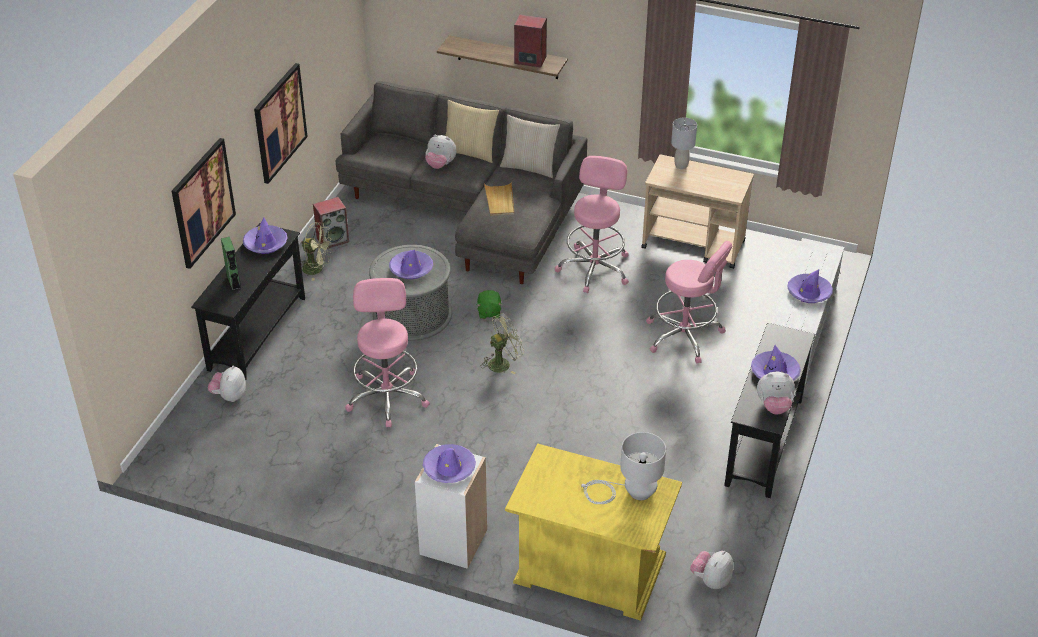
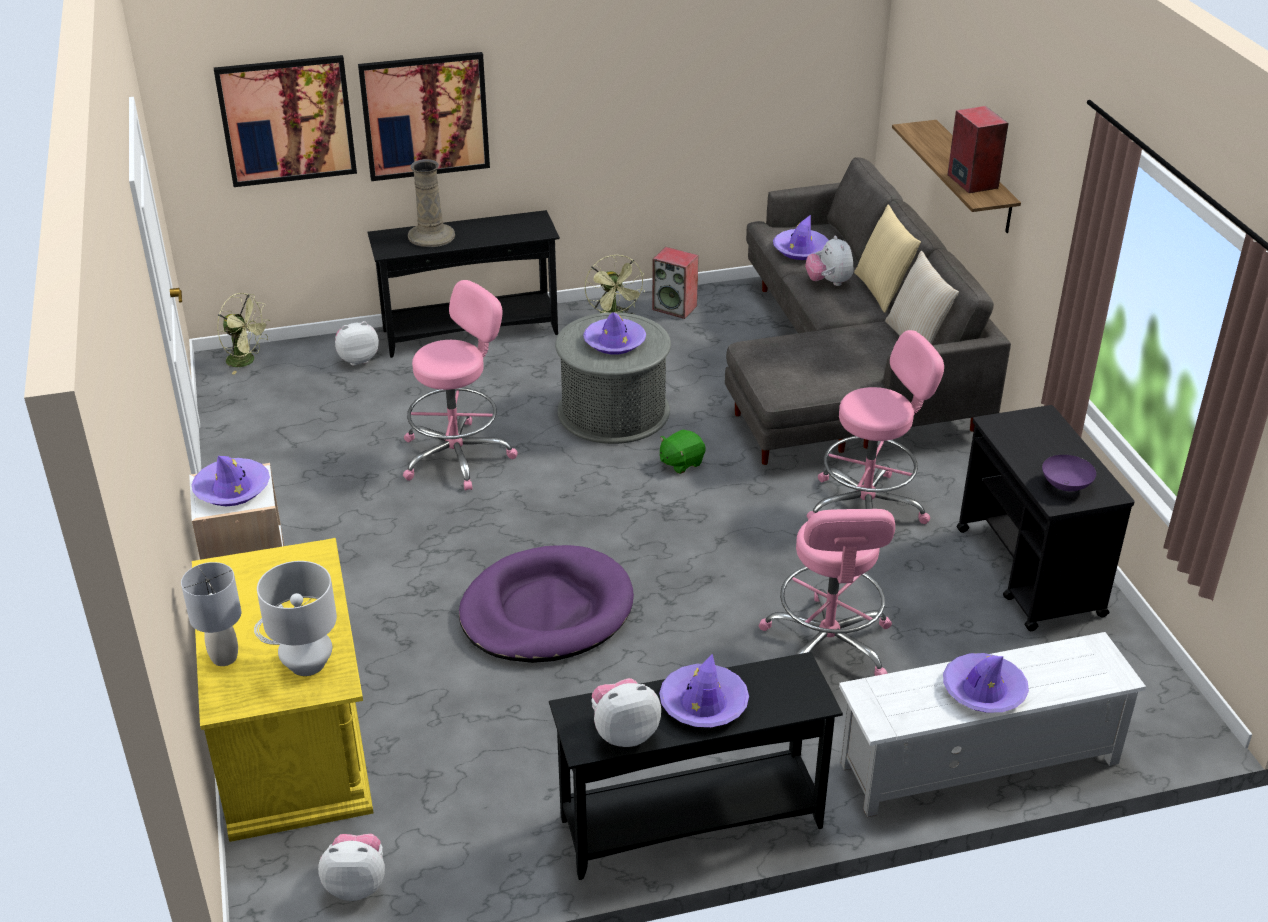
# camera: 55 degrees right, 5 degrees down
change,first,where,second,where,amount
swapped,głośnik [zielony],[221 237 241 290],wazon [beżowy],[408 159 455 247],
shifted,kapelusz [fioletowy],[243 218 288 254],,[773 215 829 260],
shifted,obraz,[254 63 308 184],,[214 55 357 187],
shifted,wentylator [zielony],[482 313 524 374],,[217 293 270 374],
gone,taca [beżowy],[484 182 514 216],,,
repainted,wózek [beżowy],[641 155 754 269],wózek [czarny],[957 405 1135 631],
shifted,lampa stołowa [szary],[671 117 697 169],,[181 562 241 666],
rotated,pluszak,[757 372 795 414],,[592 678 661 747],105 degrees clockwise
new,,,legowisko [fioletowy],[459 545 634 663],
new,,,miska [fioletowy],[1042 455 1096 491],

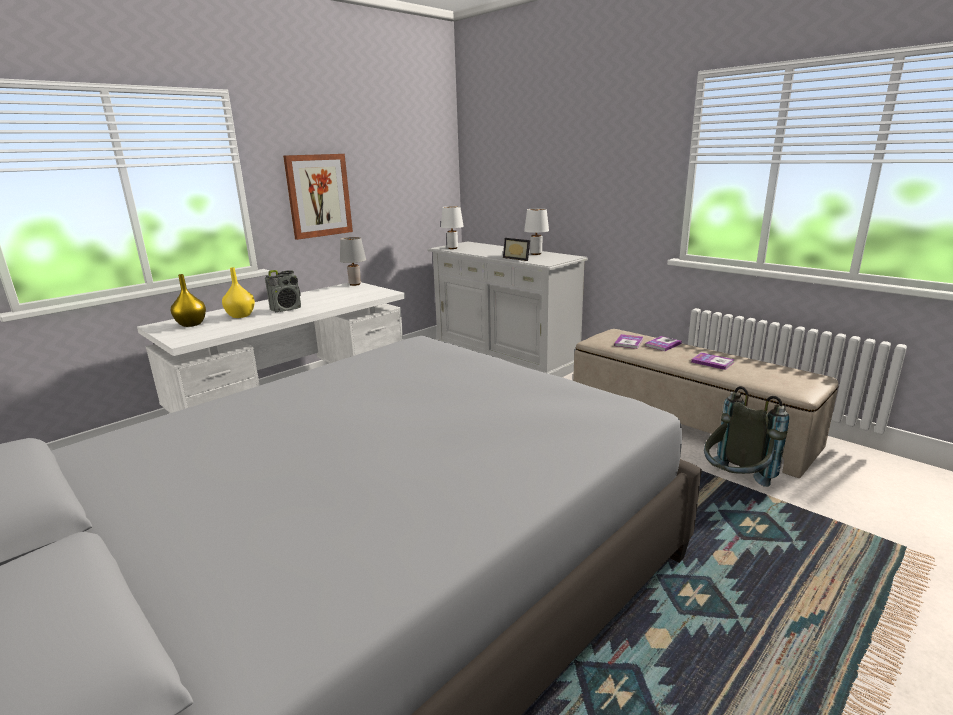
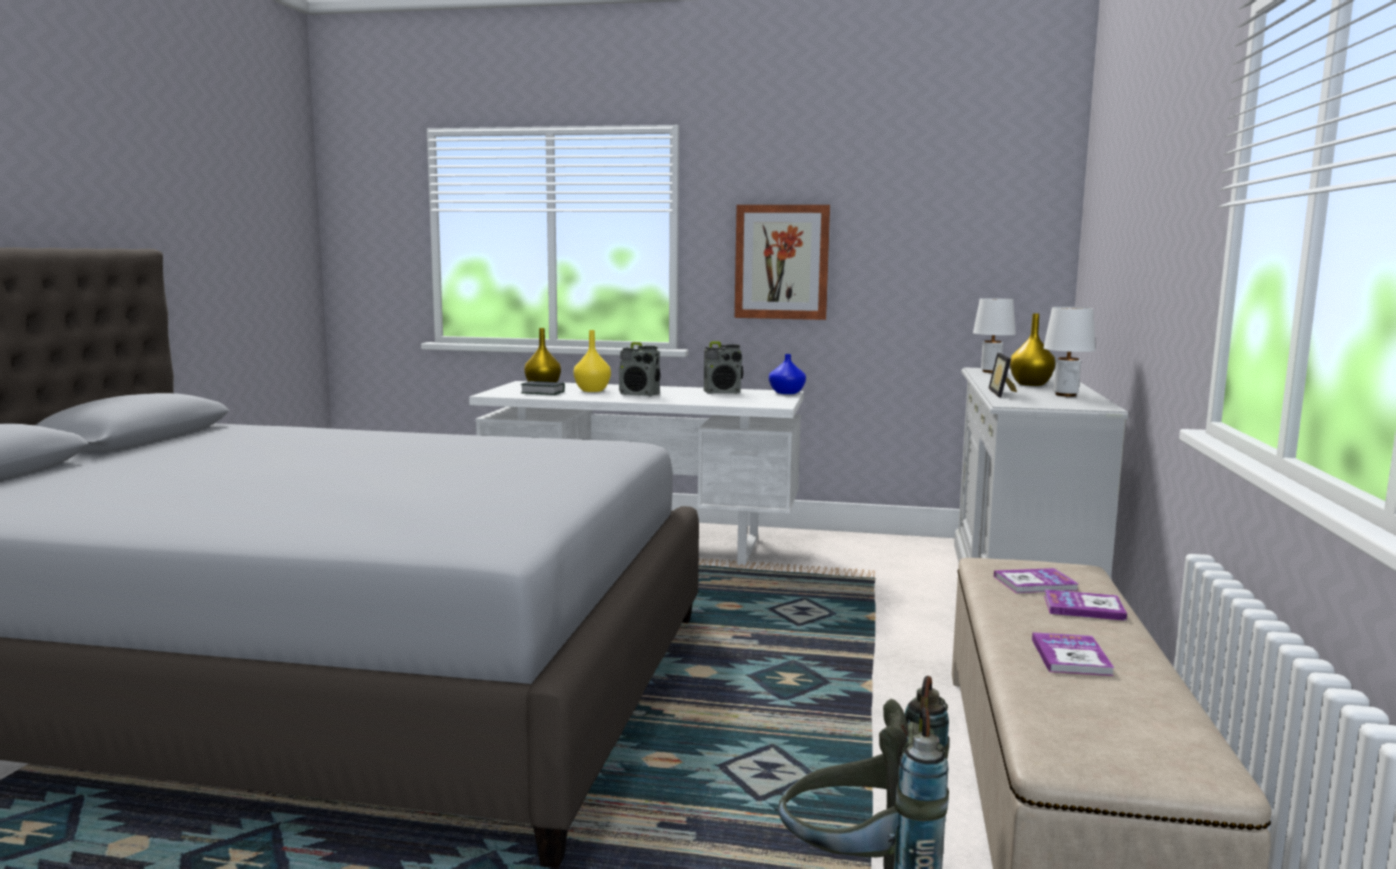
# camera: 55 degrees right, 10 degrees down
change,first,where,second,where,amount
swapped,lampa stołowa [szary],[340 237 366 286],wazon [niebieski],[769 354 806 394],
new,,,książka,[521 381 565 395],
new,,,radio,[704 341 743 394],
new,,,wazon [żółty],[1010 313 1056 386],

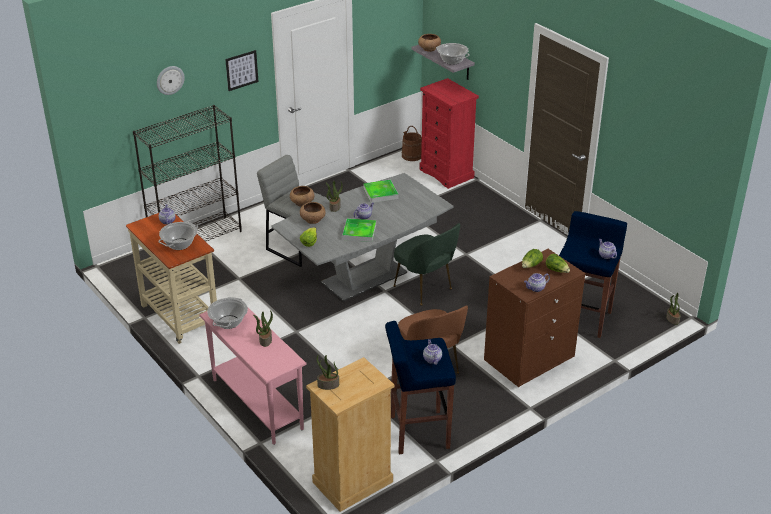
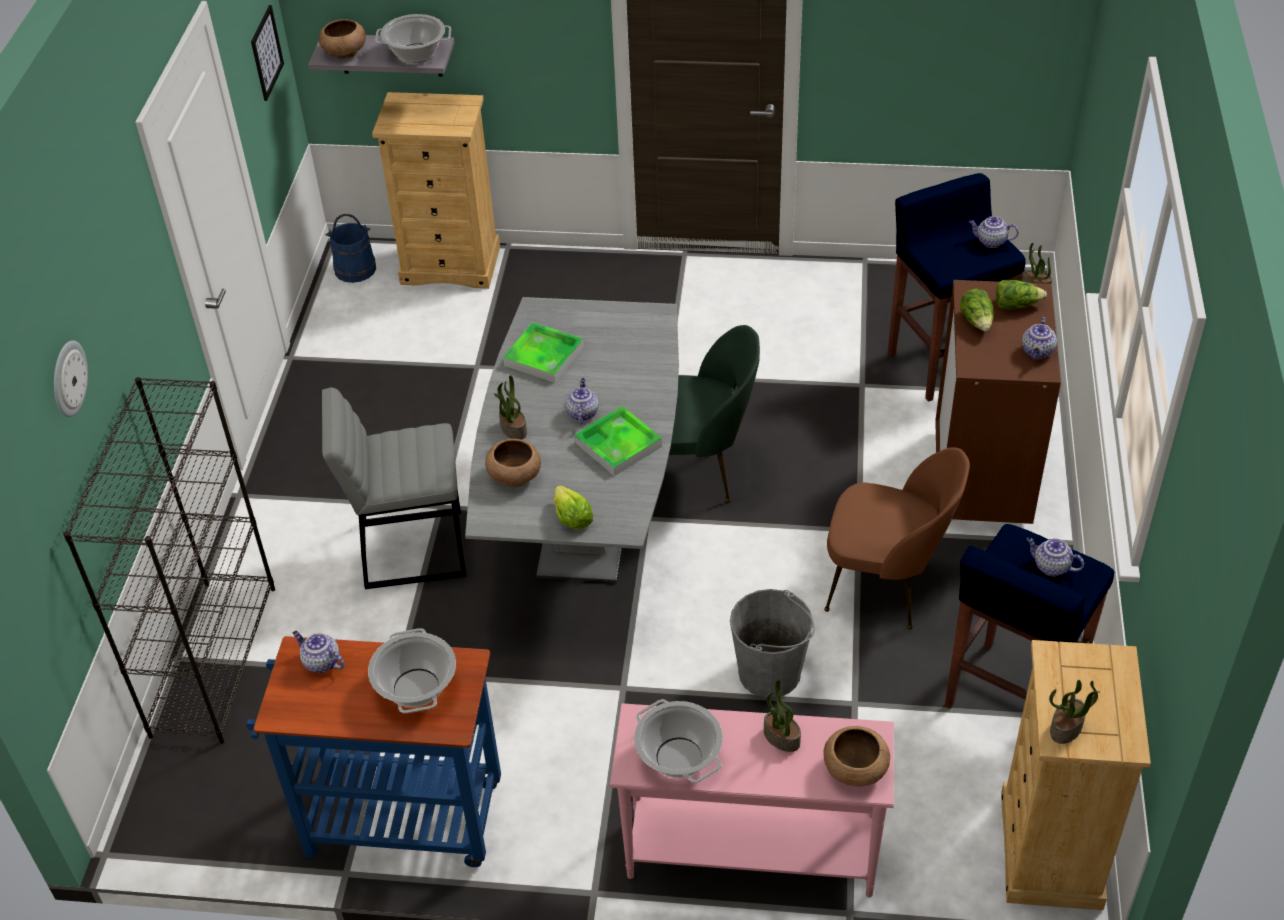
# camera: 45 degrees left, 10 degrees up
change,first,where,second,where,amount
repainted,wózek [beżowy],[126 213 217 344],wózek [niebieski],[246 636 501 867],
shifted,obraz,[225 50 258 91],,[251 5 284 101],
shifted,miska [brązowy],[290 186 315 207],,[824 726 890 787],
repainted,wiadro [brązowy],[402 126 422 161],wiadro [niebieski],[325 214 376 283],
repainted,komoda [czerwony],[419 78 479 189],komoda [beżowy],[372 92 500 289],
new,,,wiadro [szary],[730 589 815 698],

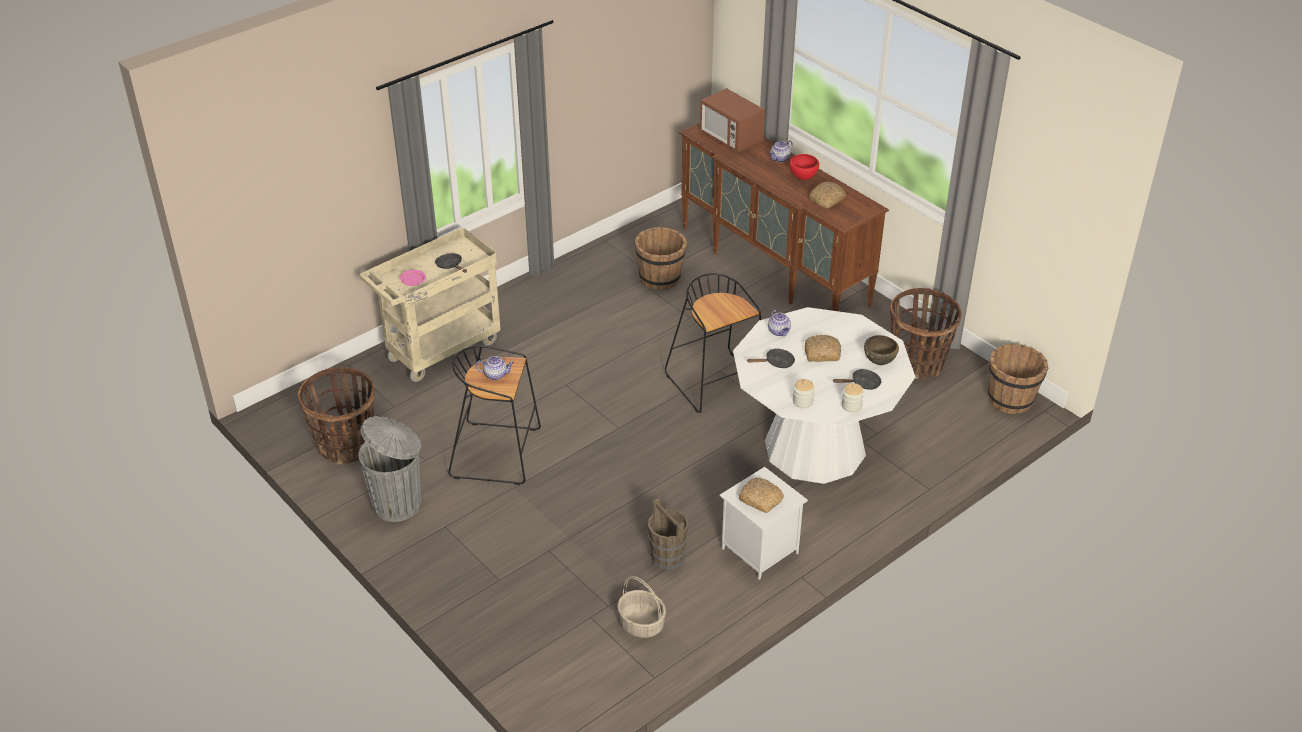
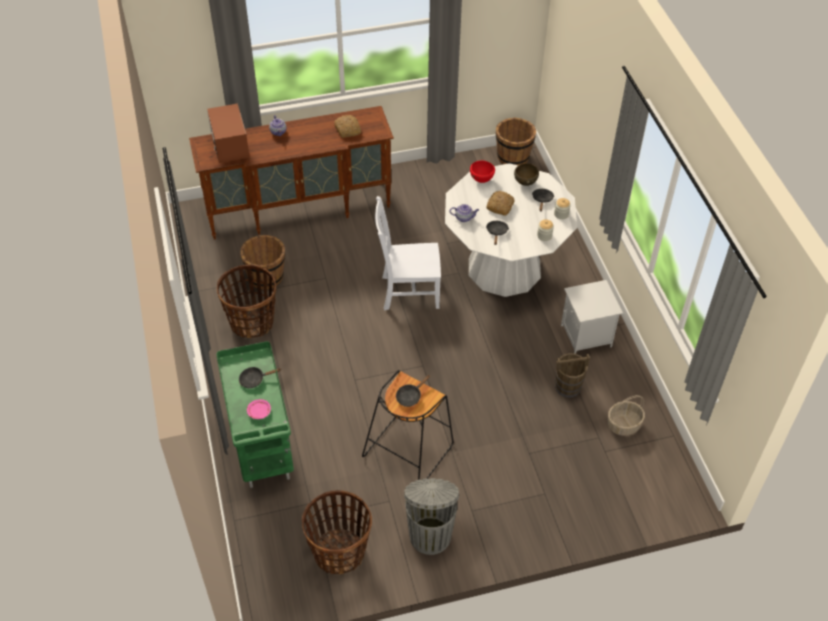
# camera: 65 degrees left, 10 degrees up
change,first,where,second,where,amount
repainted,wózek [beżowy],[360 228 501 382],wózek [zielony],[217 341 294 488],
swapped,imbryk,[475 356 514 380],patelnia [czarny],[396 375 430 407],
swapped,stołek [czarny],[665 273 761 413],krzesło [biały],[375 196 441 310],
rotated,mikrofalówka,[700 88 765 153],,[207 104 250 163],90 degrees clockwise
gone,chleb,[738 477 784 513],,,
shifted,miska [czerwony],[790 154 819 180],,[470 161 495 183],
shifted,koszyk,[890 288 962 379],,[217 265 276 338],

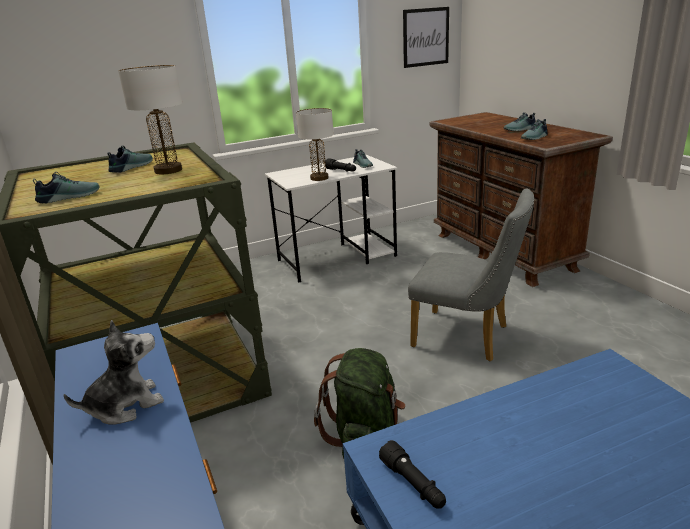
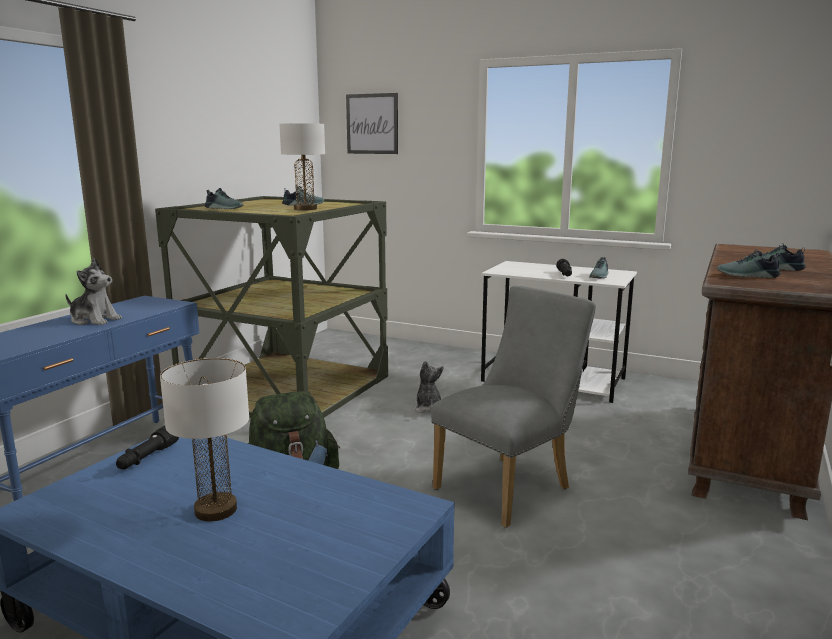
# camera: 50 degrees right, 10 degrees down
change,first,where,second,where,amount
shifted,lampa stołowa,[296 108 333 181],,[160 358 249 521],
shifted,obraz,[403 7 449 68],,[346 93 398 154],
rotated,krzesło [szary],[408 188 534 361],,[431 286 596 528],120 degrees counterclockwise
new,,,pluszak,[413 361 444 413],

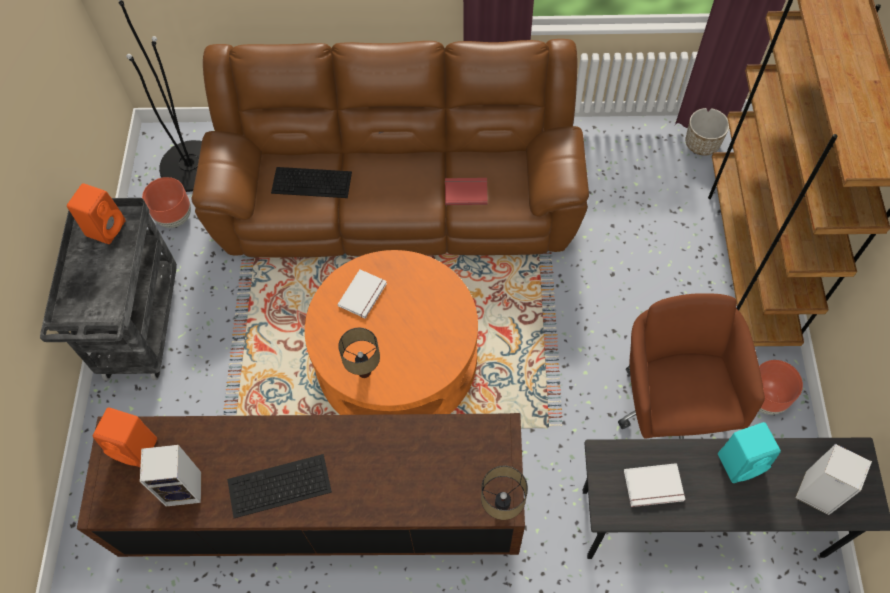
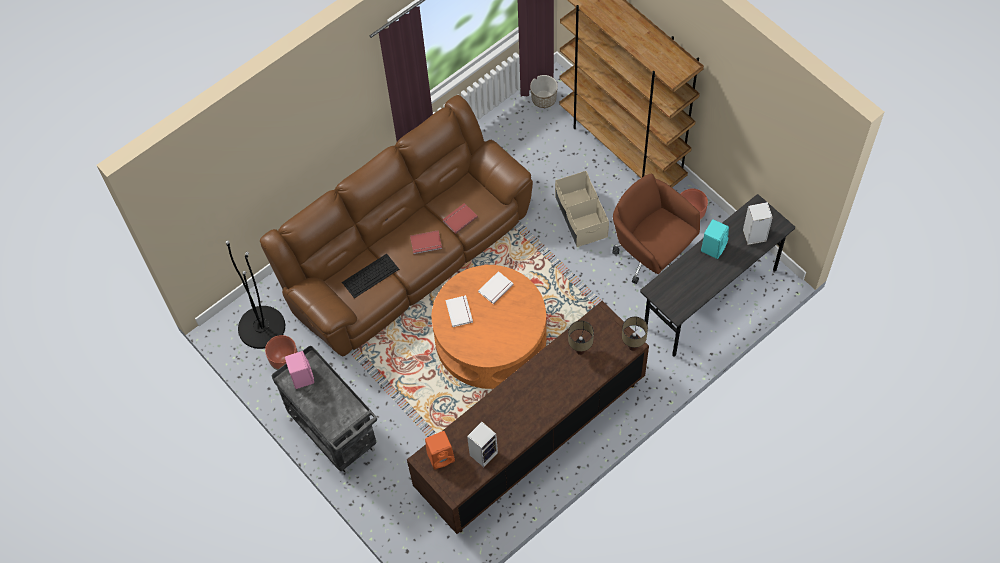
# camera: 40 degrees left, 0 degrees up
change,first,where,second,where,amount
repainted,głośnik [pomarańczowy],[67 183 126 244],głośnik [różowy],[285 351 314 389],
gone,klawiatura,[227 454 332 518],,,
shifted,lampa stołowa,[338 328 380 378],,[568 321 594 355],
shifted,książka [biały],[624 463 685 507],,[478 271 514 304],
new,,,książka [czerwony],[410 230 442 254],
new,,,pojemnik do przechowywania [beżowy],[555 171 609 247],

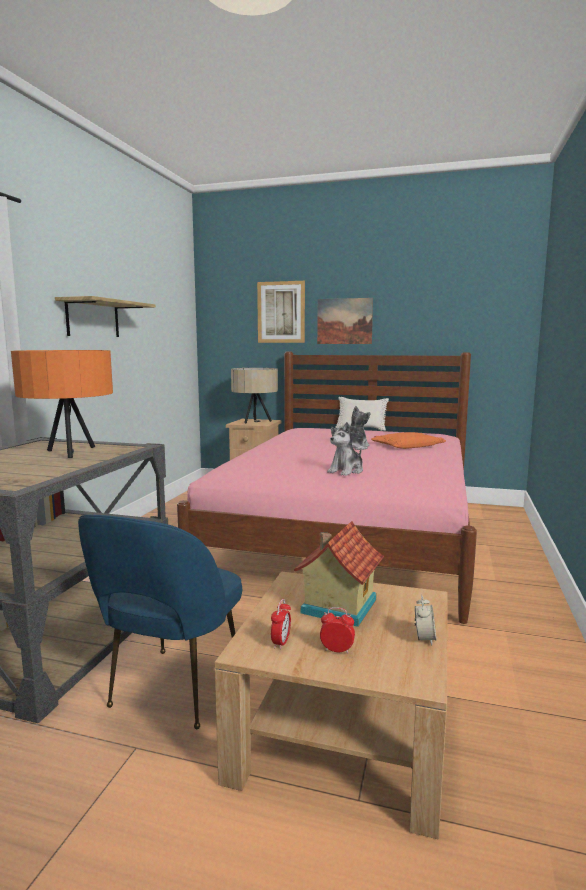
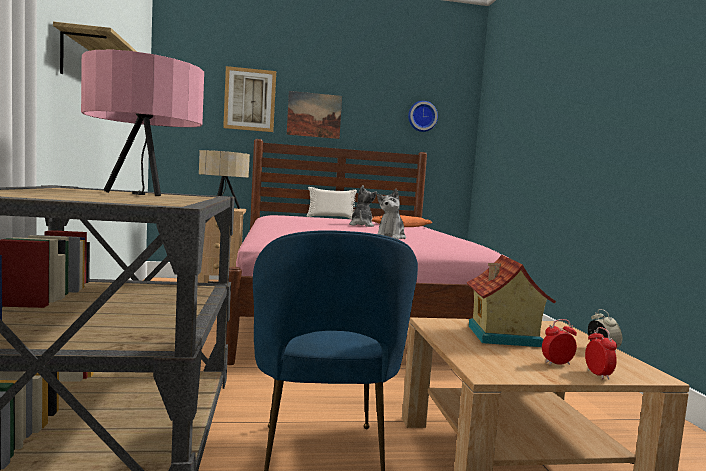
# camera: 25 degrees left, 5 degrees down
change,first,where,second,where,amount
repainted,lampa stołowa [pomarańczowy],[11 350 113 458],lampa stołowa [różowy],[81 50 204 196],
shifted,budzik,[271 599 291 649],,[585 327 617 379],
new,,,zegar ścienny,[408 101 438 132],

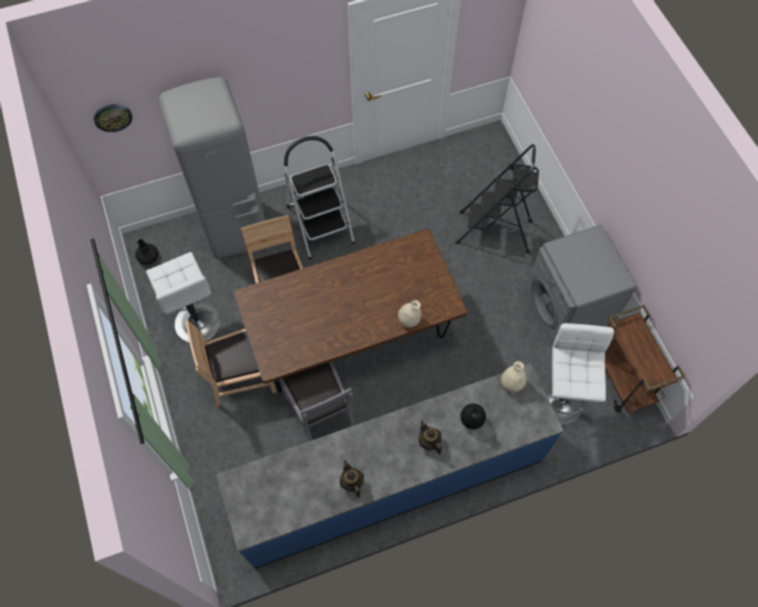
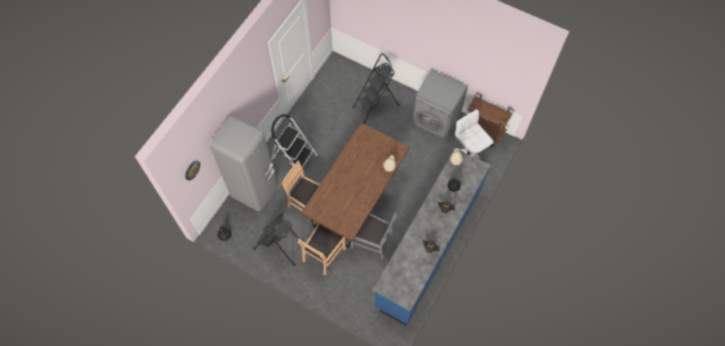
# camera: 40 degrees left, 0 degrees up
change,first,where,second,where,amount
swapped,stołek [biały],[146 252 220 342],drabinka,[253 211 300 266],

